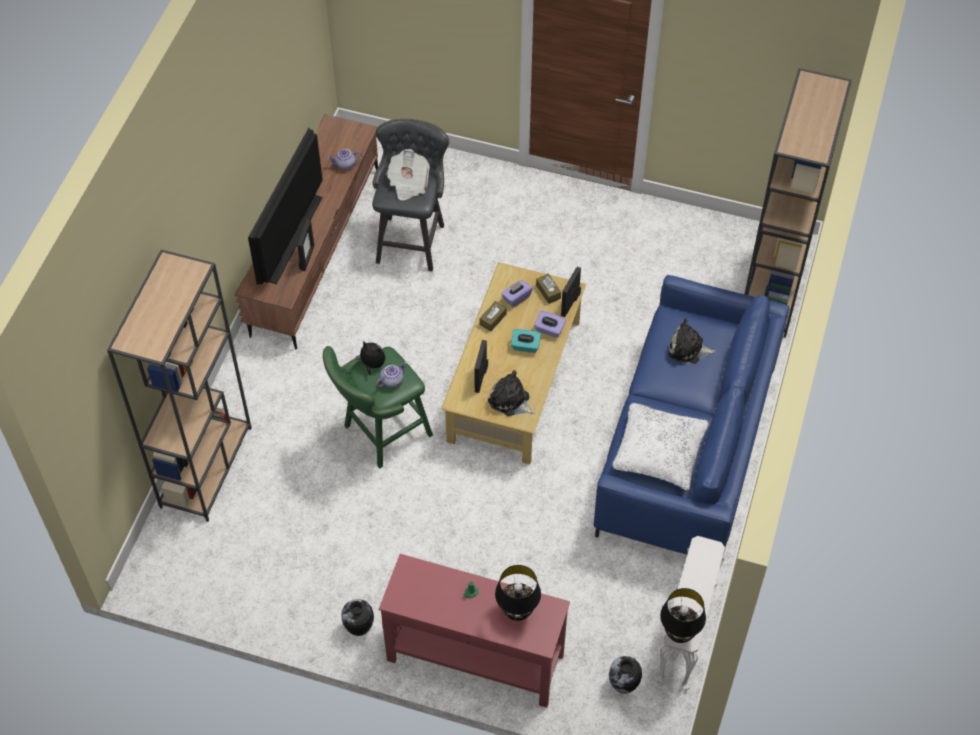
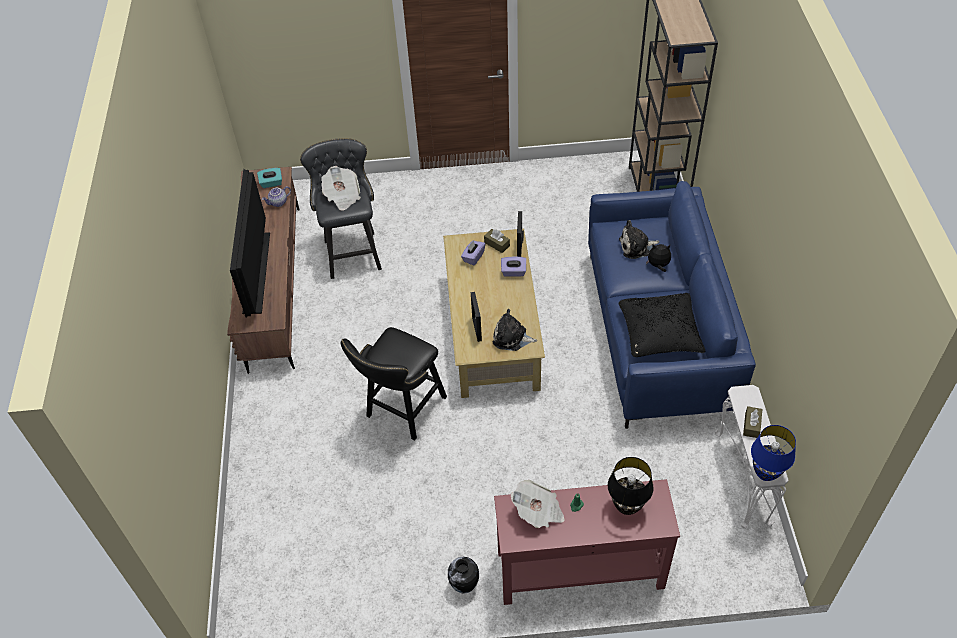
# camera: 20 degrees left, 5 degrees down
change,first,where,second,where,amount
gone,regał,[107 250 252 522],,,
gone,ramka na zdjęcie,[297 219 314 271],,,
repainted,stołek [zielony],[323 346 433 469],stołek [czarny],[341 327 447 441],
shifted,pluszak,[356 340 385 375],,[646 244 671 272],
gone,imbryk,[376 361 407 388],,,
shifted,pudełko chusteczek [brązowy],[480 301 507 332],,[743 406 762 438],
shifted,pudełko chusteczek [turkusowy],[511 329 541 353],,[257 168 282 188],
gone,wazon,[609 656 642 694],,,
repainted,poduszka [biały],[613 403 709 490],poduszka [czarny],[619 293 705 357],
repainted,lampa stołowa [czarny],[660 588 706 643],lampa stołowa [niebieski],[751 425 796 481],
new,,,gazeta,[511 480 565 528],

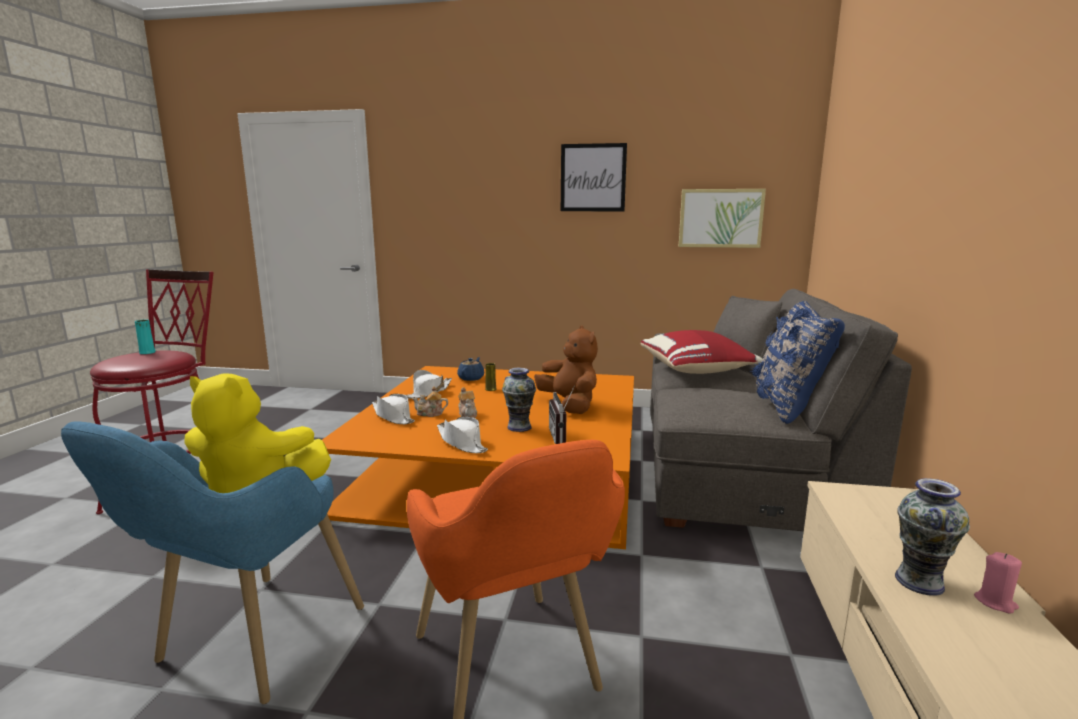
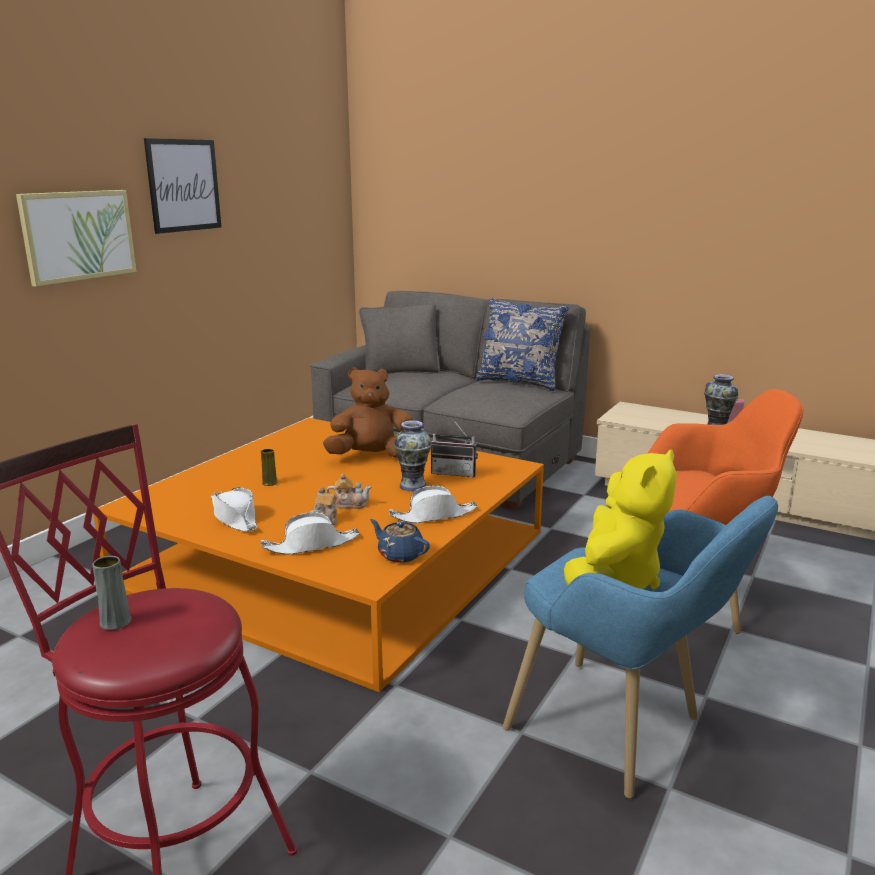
# camera: 70 degrees left, 5 degrees up
change,first,where,second,where,amount
repainted,wazon [turkusowy],[135 320 156 354],wazon [szary],[92 556 131 630],
shifted,imbryk [niebieski],[457 357 485 381],,[370 519 430 563],
gone,poduszka [czerwony],[640 330 762 374],,,
shifted,obraz,[679 189 766 248],,[16 190 136 287],

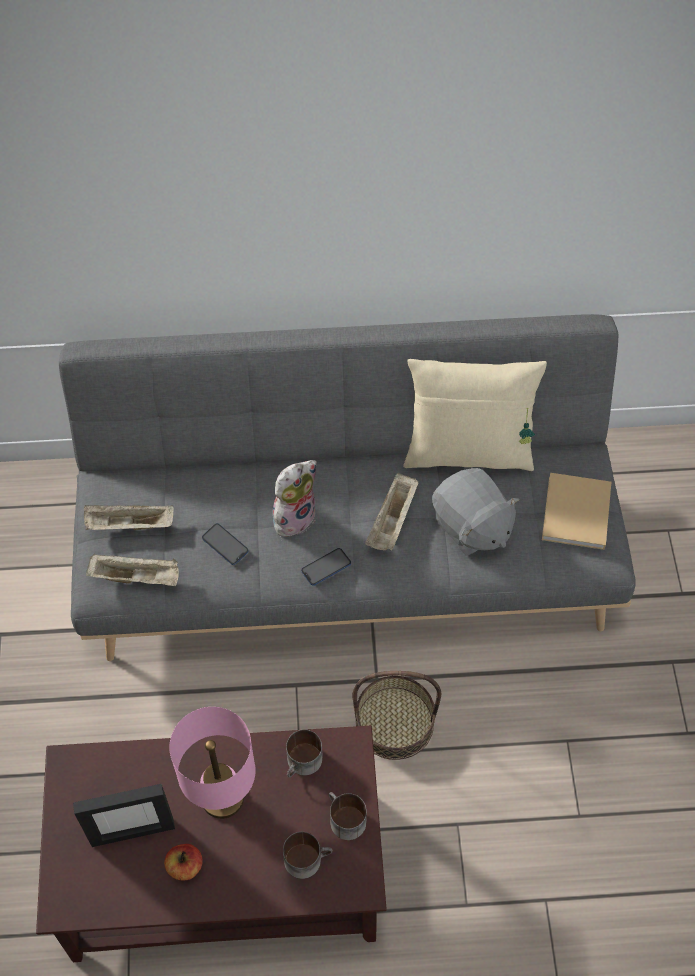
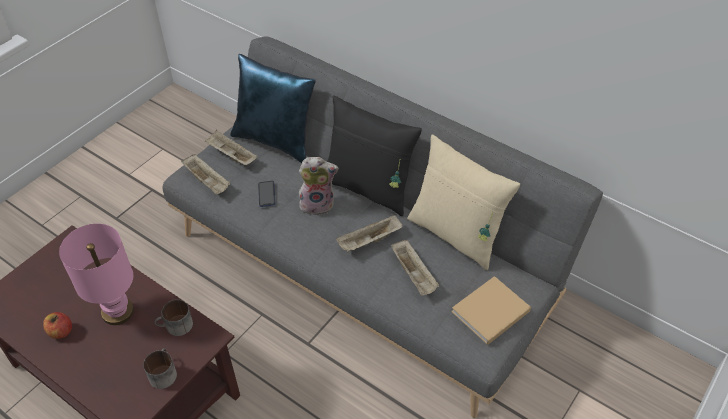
# camera: 40 degrees right, 10 degrees down
change,first,where,second,where,amount
gone,ramka na zdjęcie,[73 784 175 847],,,
gone,kubek,[283 832 333 879],,,
gone,telefon,[301 548 351 586],,,
gone,koszyk,[353 671 441 760],,,
swapped,pluszak [szary],[432 468 520 556],taca [beżowy],[391 240 439 296],
new,,,poduszka [niebieski],[230 54 316 163],
new,,,poduszka [czarny],[327 95 422 216],

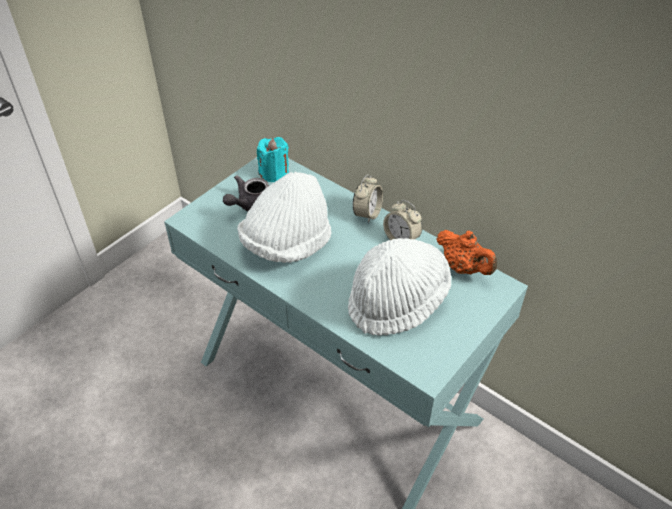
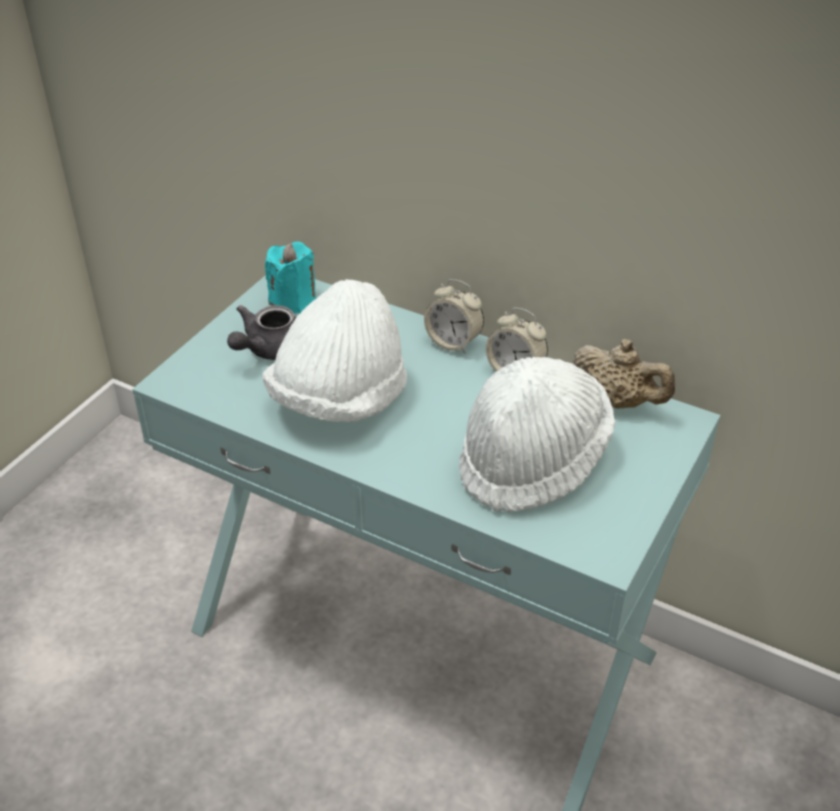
# camera: 10 degrees left, 5 degrees down
change,first,where,second,where,amount
rotated,budzik,[353 174 383 223],,[424 279 484 354],105 degrees clockwise
repainted,imbryk [pomarańczowy],[436 230 497 275],imbryk [beżowy],[573 339 675 409],

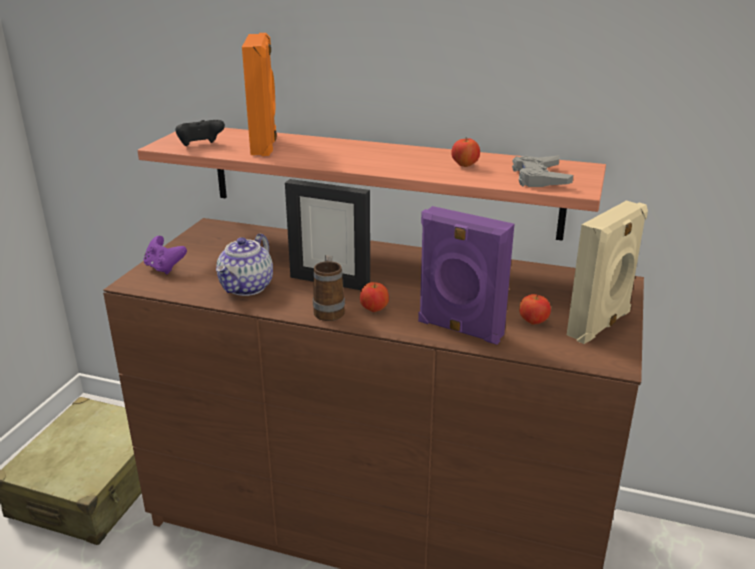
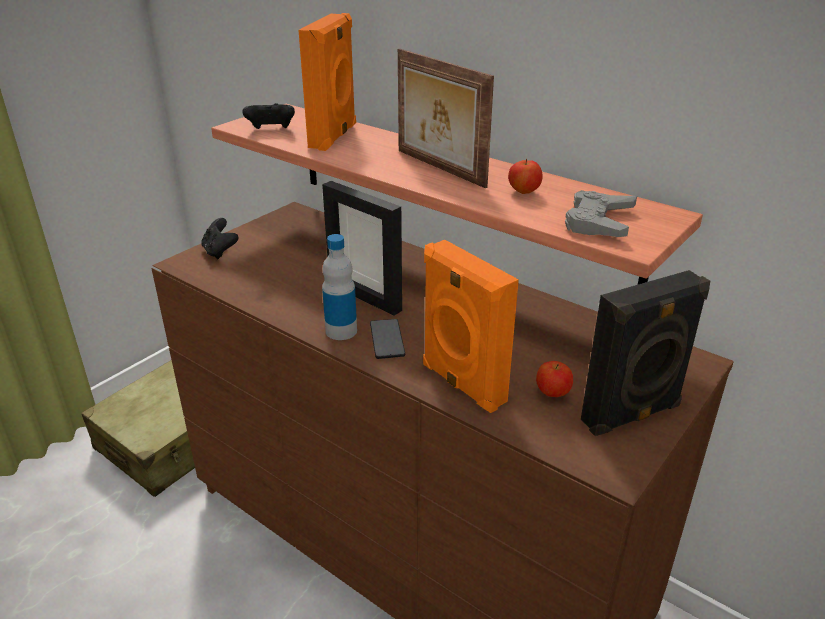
# camera: 20 degrees right, 5 degrees up
change,first,where,second,where,amount
repainted,pad do gier [fioletowy],[144 236 187 275],pad do gier [czarny],[201 218 239 259],
gone,imbryk,[216 234 273 296],,,
swapped,kubek,[313 255 345 321],butelka,[322 234 357 340],
swapped,jabłko,[360 282 389 312],telefon,[370 319 405 359],
repainted,głośnik [fioletowy],[418 206 514 345],głośnik [pomarańczowy],[423 240 519 413],
repainted,głośnik [beżowy],[567 200 648 344],głośnik [czarny],[581 270 710 436],
new,,,ramka na zdjęcie,[398 49 494 188],

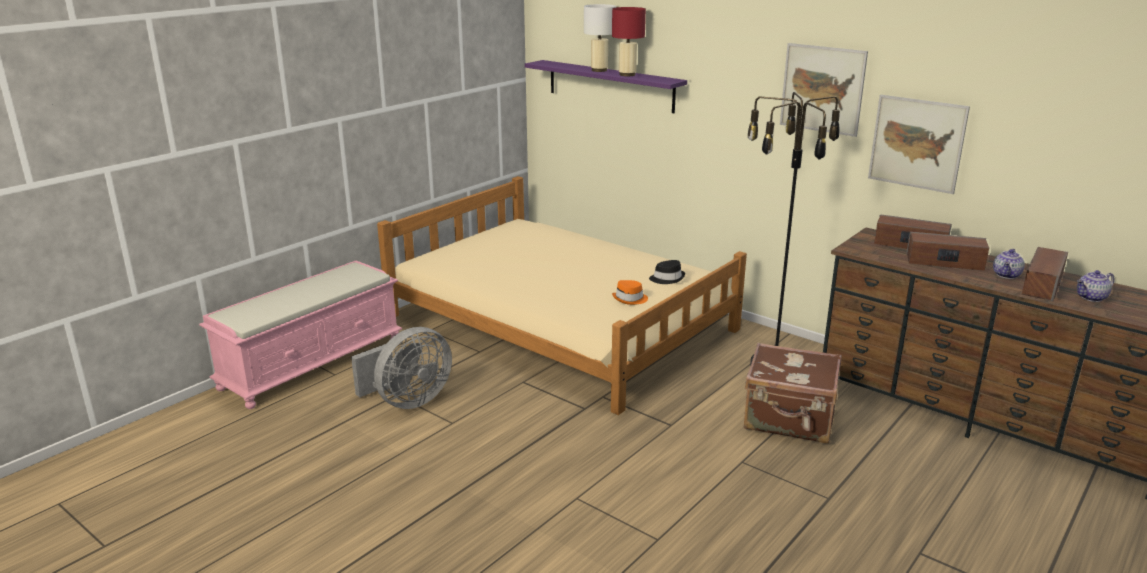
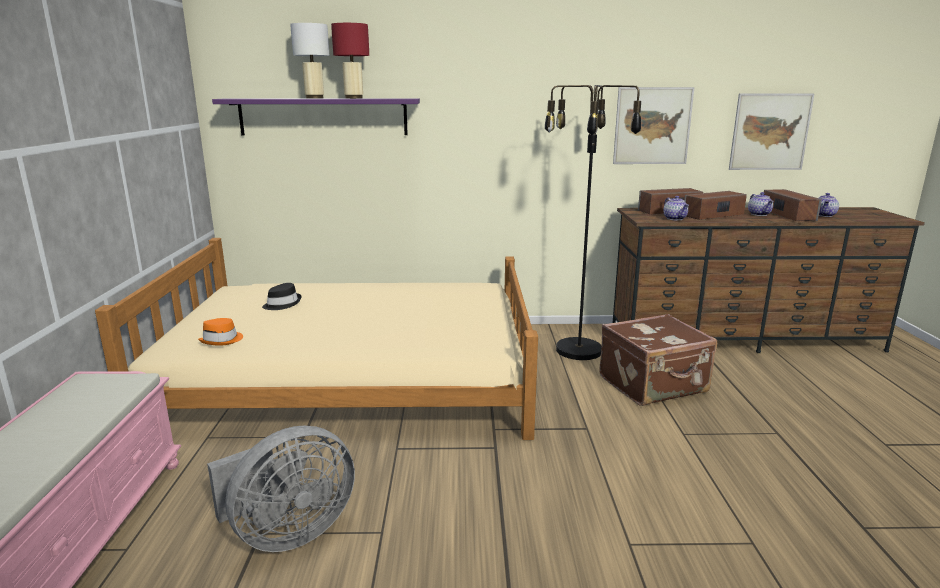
# camera: 40 degrees left, 5 degrees down
change,first,where,second,where,amount
rotated,wentylator [szary],[351 327 452 409],,[207 426 355 552],45 degrees clockwise
shifted,kapelusz [pomarańczowy],[612 280 648 305],,[198 318 243 345],
shifted,kapelusz [czarny],[649 260 685 284],,[262 283 301 310],
shifted,obraz,[780 43 868 137],,[729 94 814 170],
new,,,imbryk,[664 196 689 220],

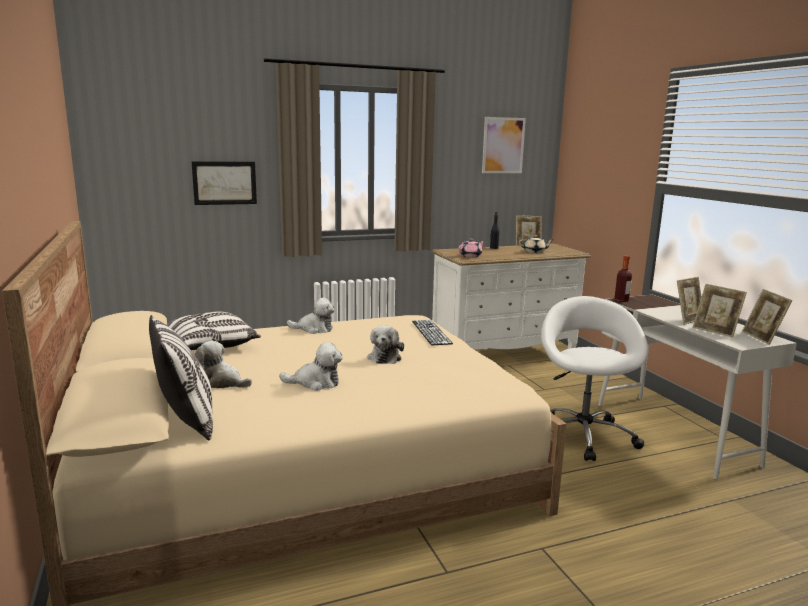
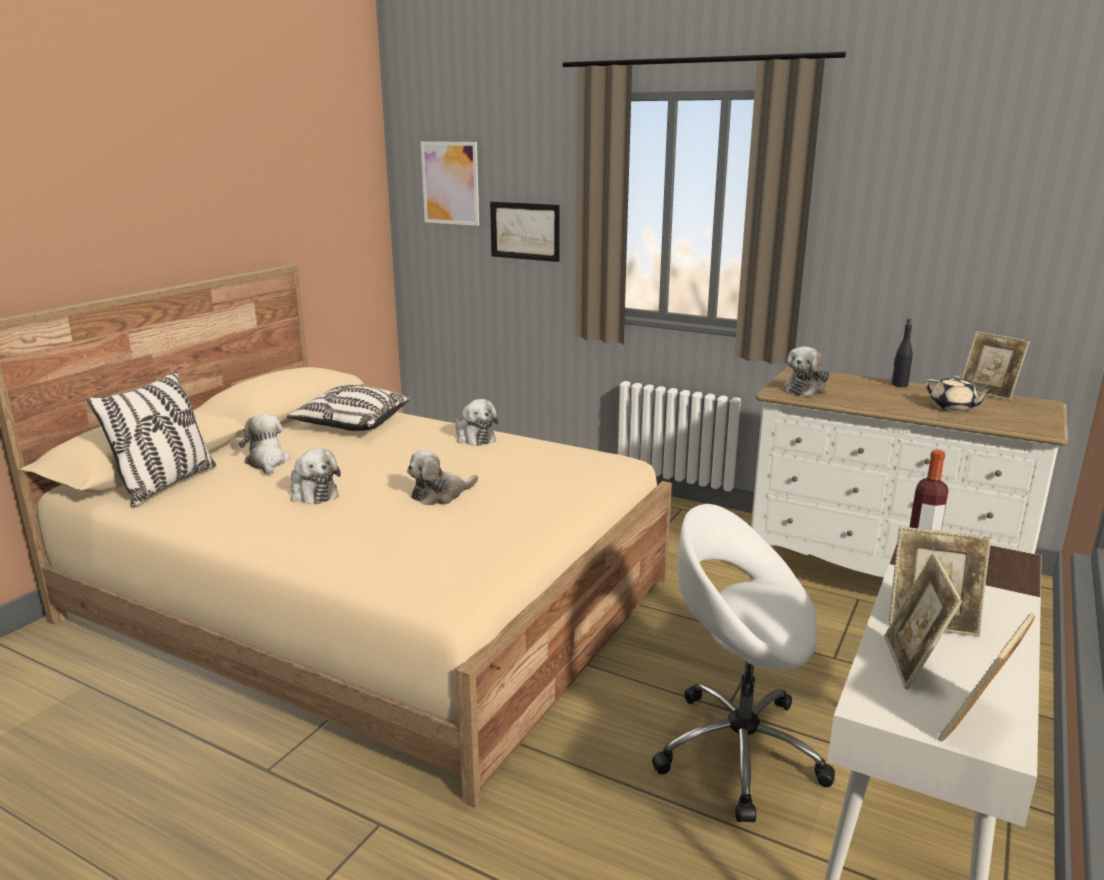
# camera: 50 degrees right, 5 degrees up
change,first,where,second,where,amount
gone,klawiatura,[412 320 453 346],,,
swapped,imbryk [różowy],[459 238 484 257],pluszak,[784 347 830 397],
shifted,obraz,[482 117 526 173],,[421 141 479 226],
rotated,krzesło biurowe [biały],[541 296 648 461],,[652 504 835 822],120 degrees counterclockwise

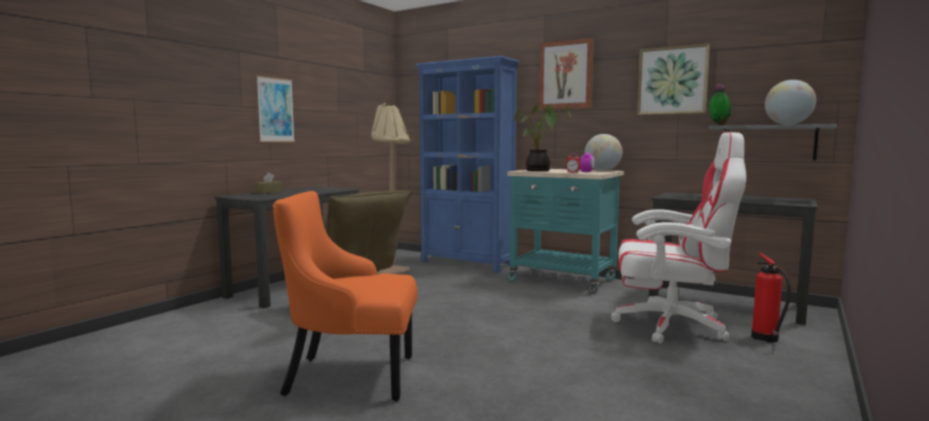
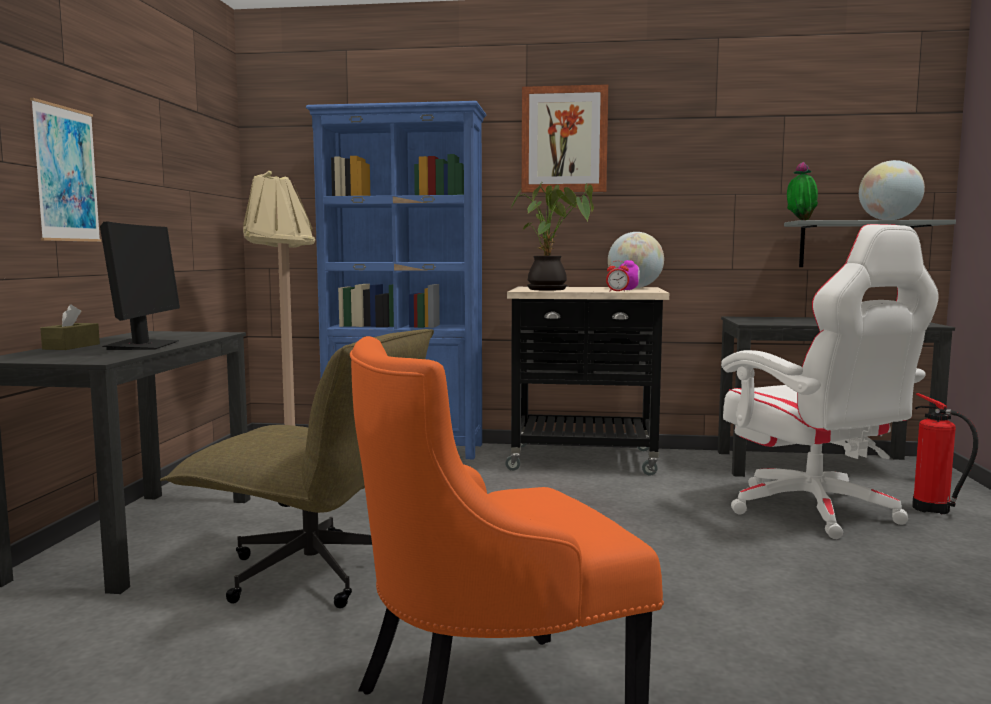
# camera: 25 degrees left, 0 degrees up
change,first,where,second,where,amount
repainted,wózek [turkusowy],[507 169 624 294],wózek [czarny],[505 287 669 476],
rotated,krzesło biurowe [biały],[611 132 746 344],,[721 224 939 539],75 degrees clockwise
gone,obraz,[637 44 710 115],,,
new,,,monitor,[100 221 180 350],

